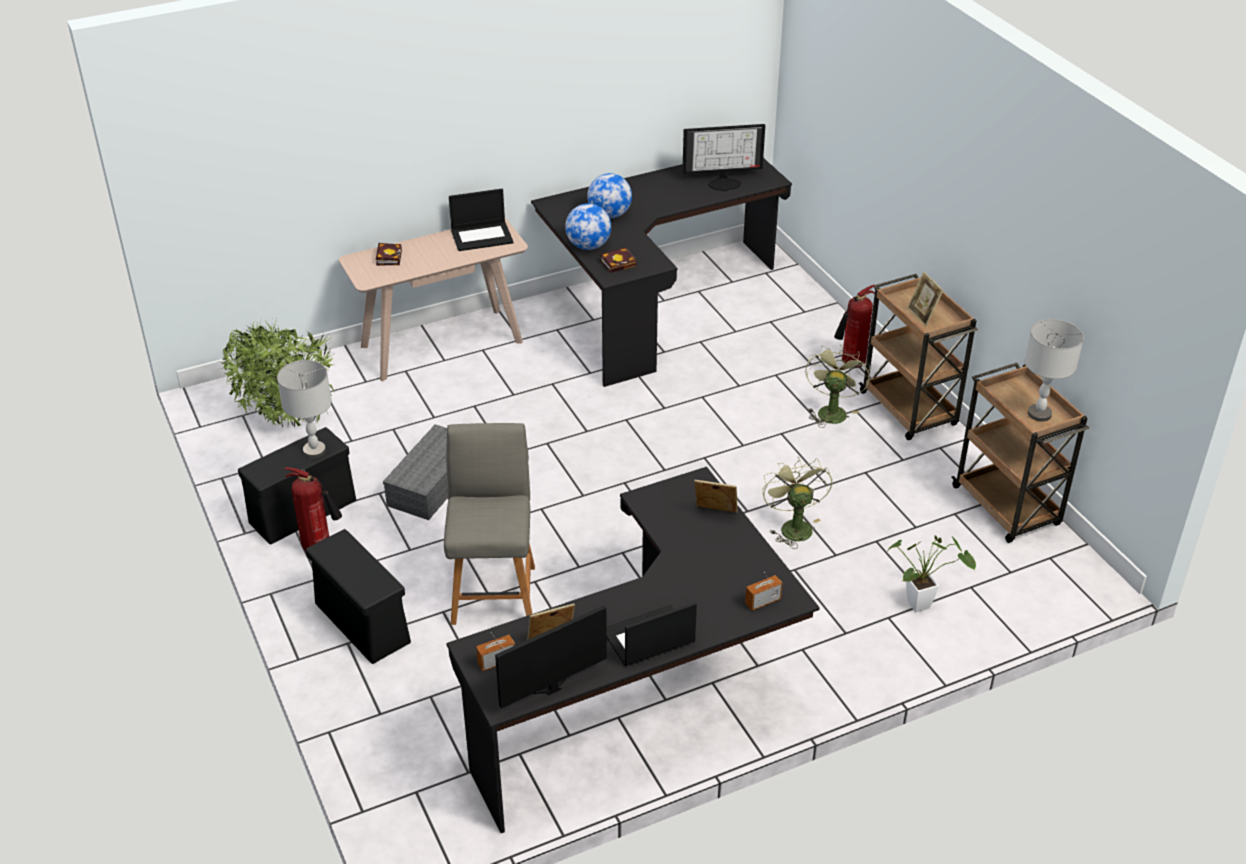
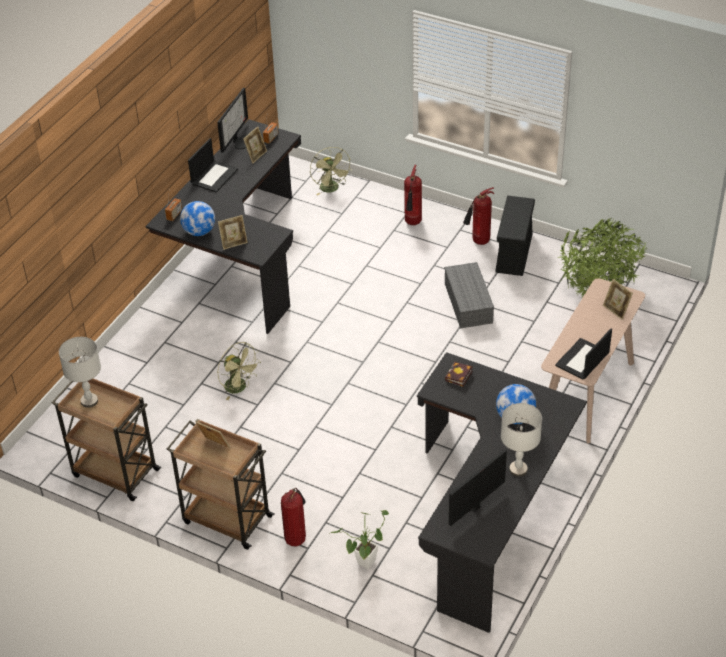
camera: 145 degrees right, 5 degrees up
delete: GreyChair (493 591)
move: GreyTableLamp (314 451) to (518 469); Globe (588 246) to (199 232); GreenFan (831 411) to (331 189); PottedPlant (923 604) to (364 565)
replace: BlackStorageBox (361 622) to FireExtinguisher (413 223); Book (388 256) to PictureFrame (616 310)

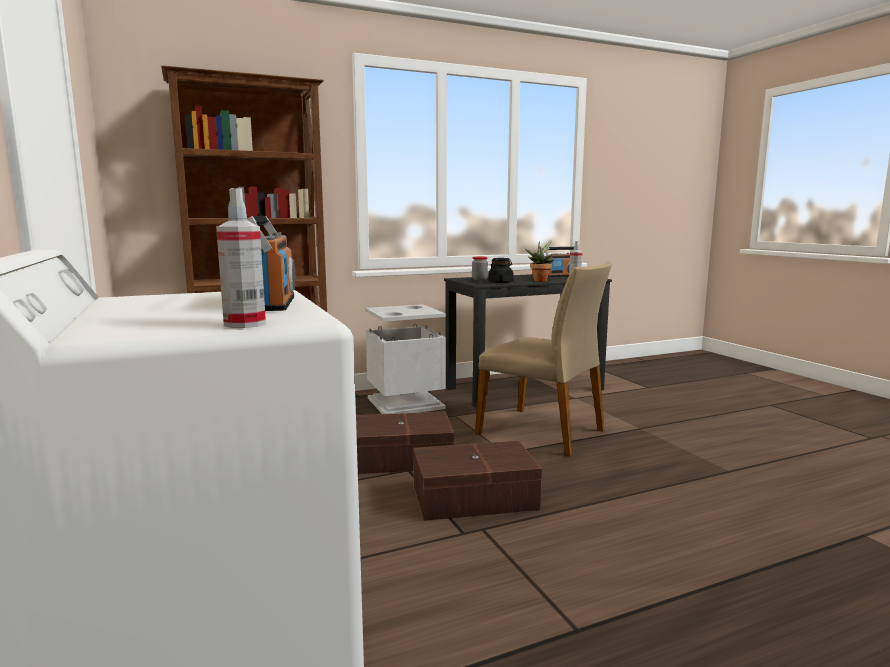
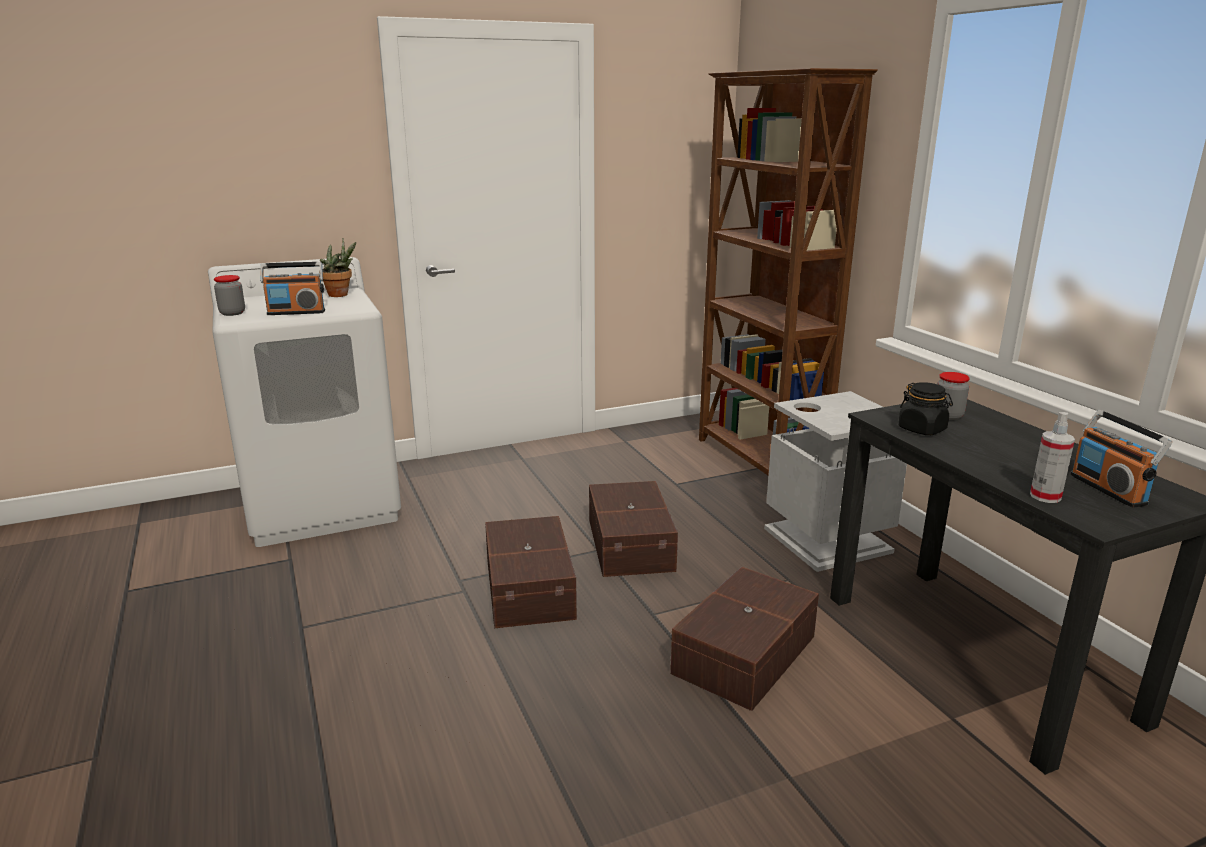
camera: 90 degrees right, 10 degrees up
move: PottedPlant (540 280) to (341 295)
replace: SprayBottle (245 324) to Jar (232 313); BeigeChair (542 431) to BrownStorageBox (741 654)

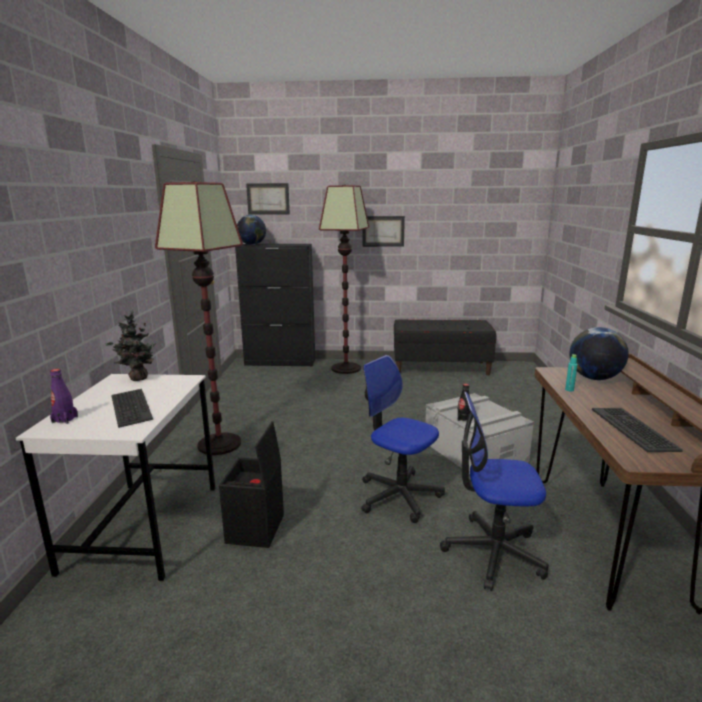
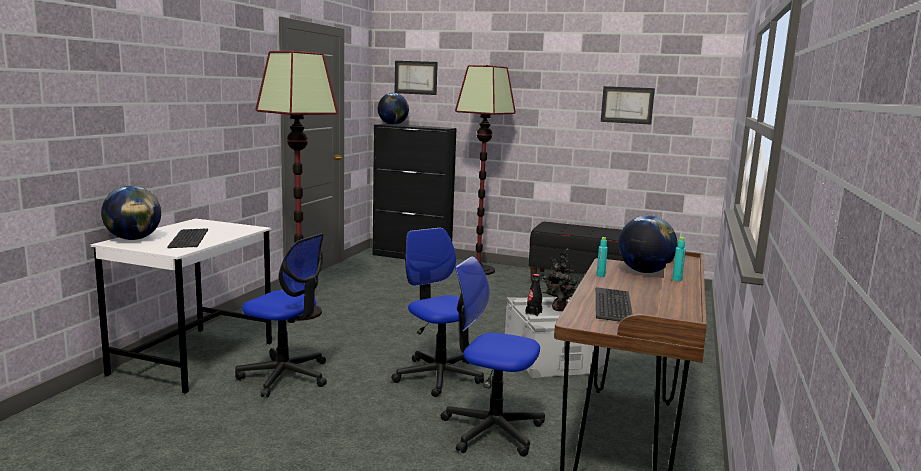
camera: 15 degrees right, 5 degrees down
insert: TurquoiseBottle (677 279)
move: PottedPlant (137 378) to (558 309); Picture (383 231) to (627 105)
replace: PurpleBottle (65 419) to Globe (133 239); BlackStorageBox (256 529) to OfficeChair (285 376)

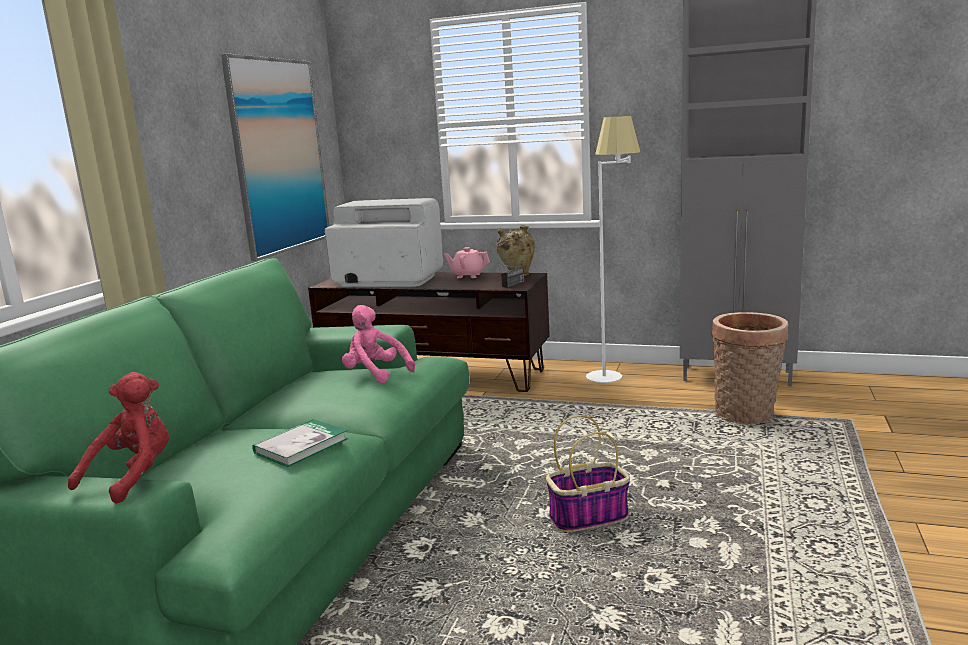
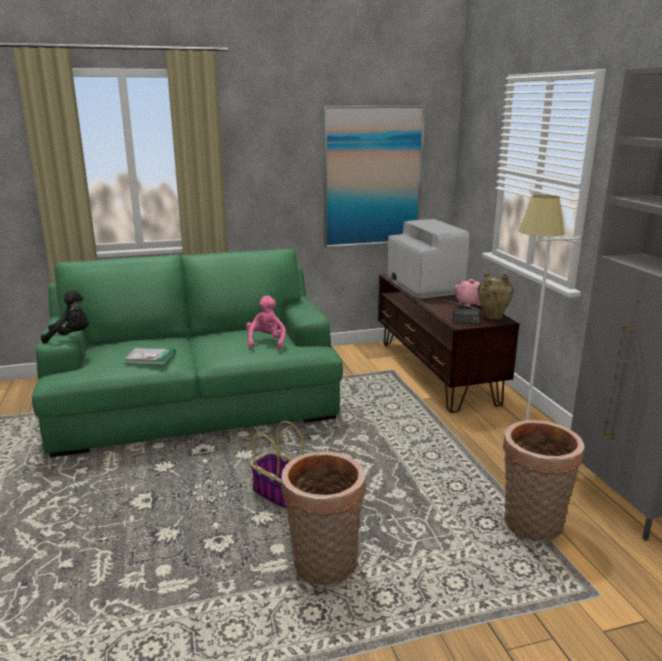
camera: 55 degrees right, 5 degrees up
insert: Basket (323 568)
recolor: RedPlushToy (134 476) to BlackPlushToy (70 336)

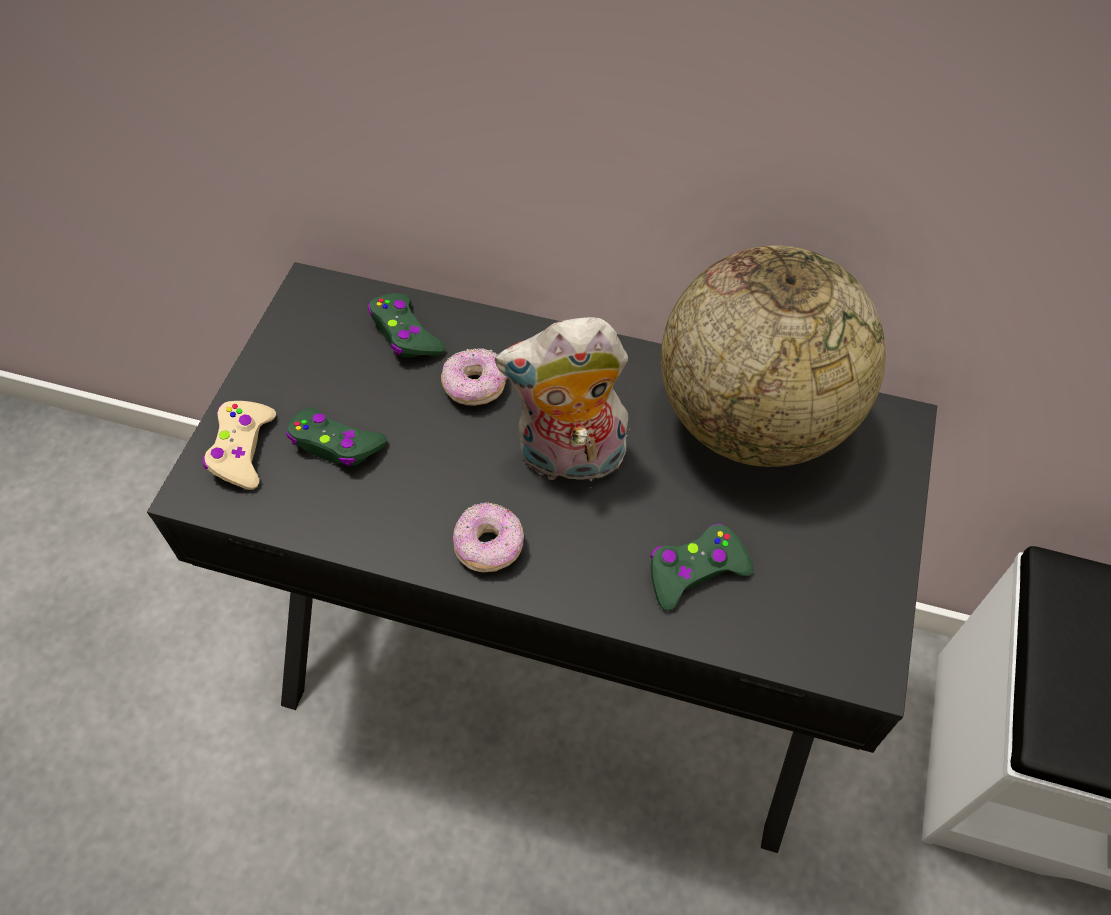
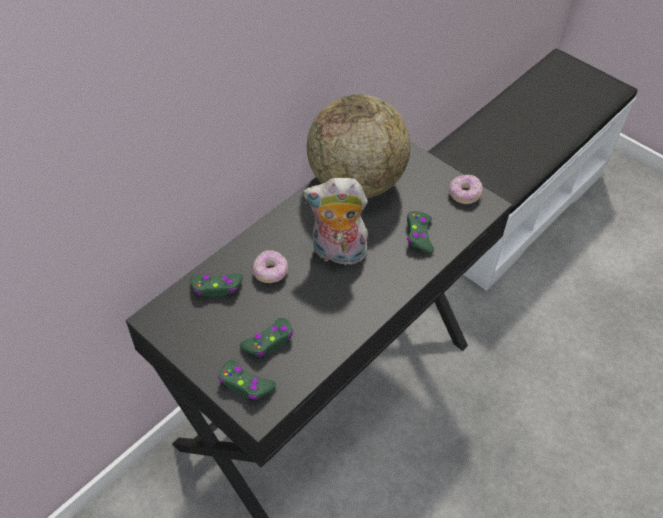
camera: 65 degrees left, 5 degrees down
move: Donut (489 546) to (464 194)
recolor: BeigeGameController (242 450) to GreenGameController (245 384)
rotate: PlushToy (569 460) = (337 253) 75 degrees clockwise

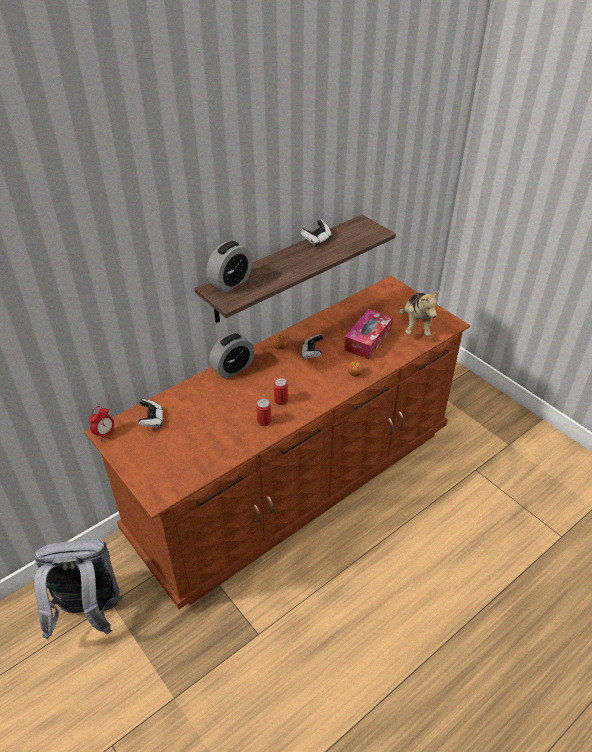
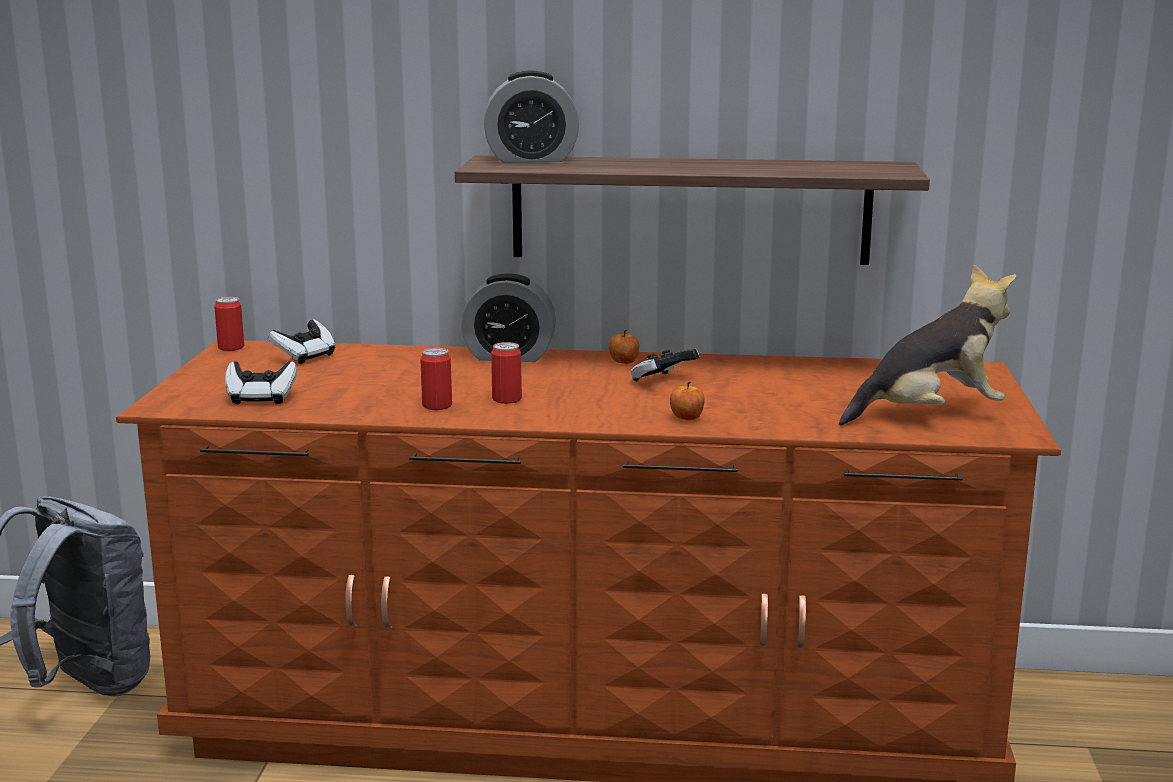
camera: 45 degrees right, 25 degrees down
delete: TissueBox (368 340)
move: GameController (316 240) to (261 398)
replace: AlarmClock (105 433) to Can (231 347)
rotate: PlushToy (416 325) = (930 415) 150 degrees counterclockwise

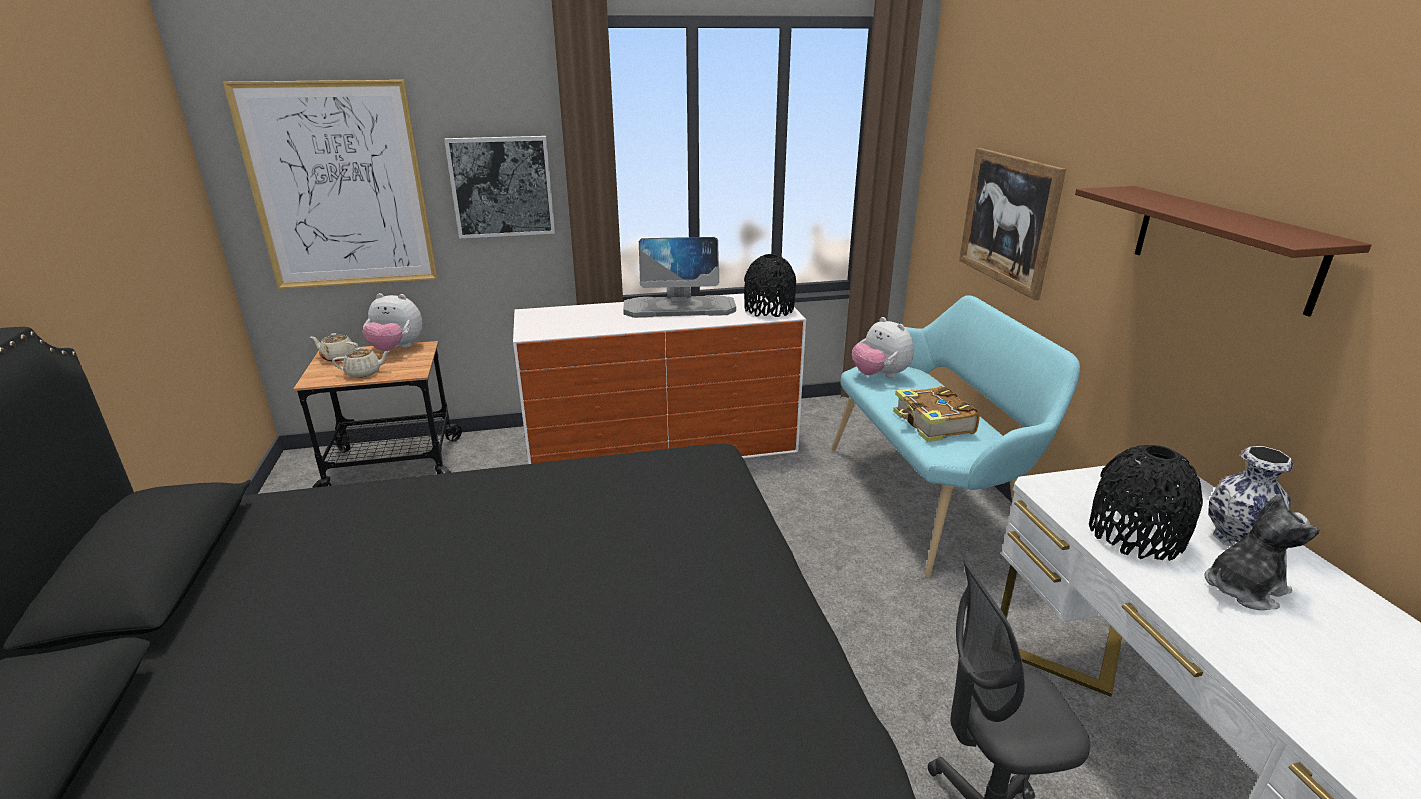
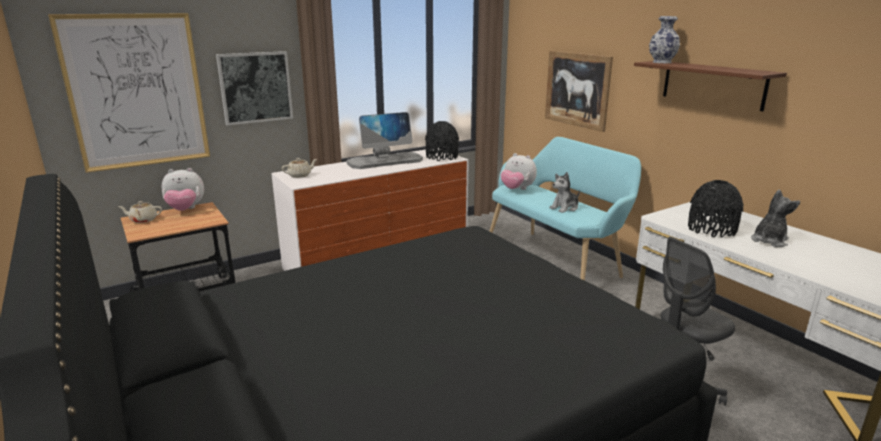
camera: 20 degrees left, 5 degrees down
move: BeigeTeapot (364 373) to (300 175); Vase (1235 538) to (661 62)
replace: Book (933 424) to PlushToy (565 208)

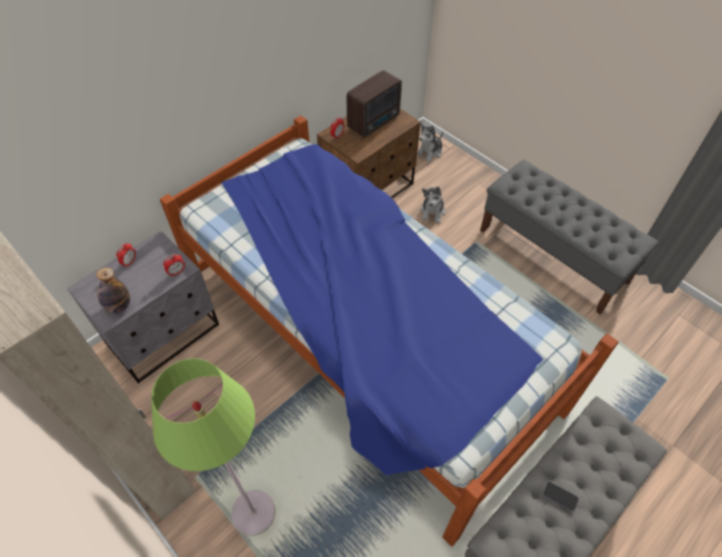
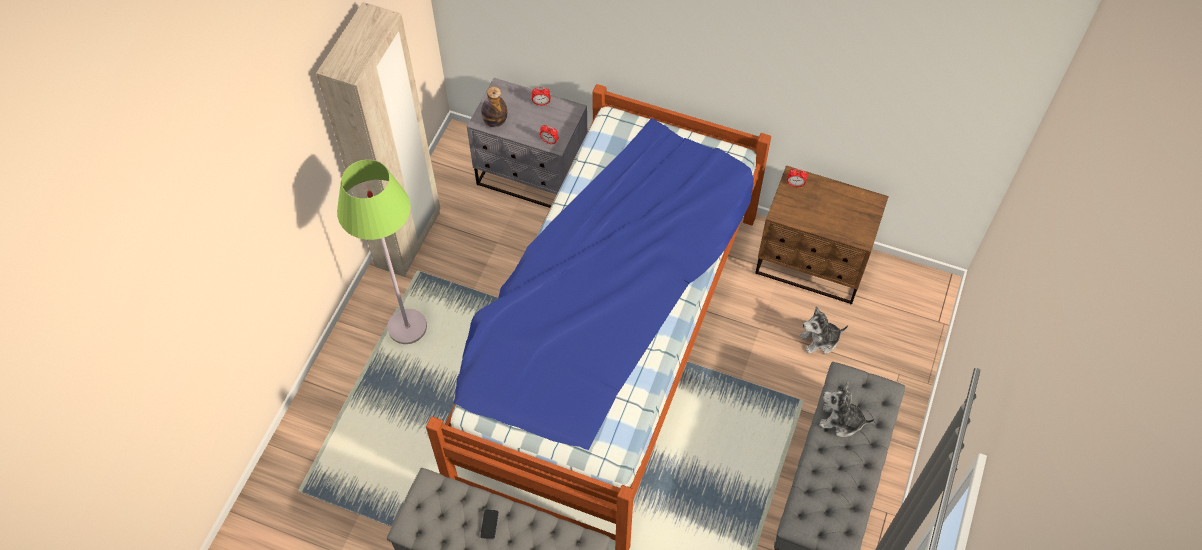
camera: 65 degrees right, 5 degrees up
delete: Radio (375 122)
move: PlushToy (430 152) to (841 421)

